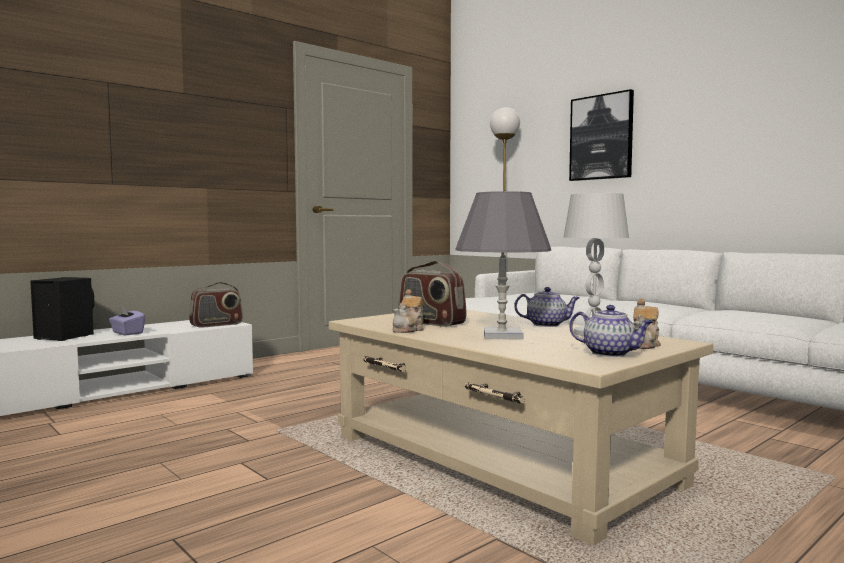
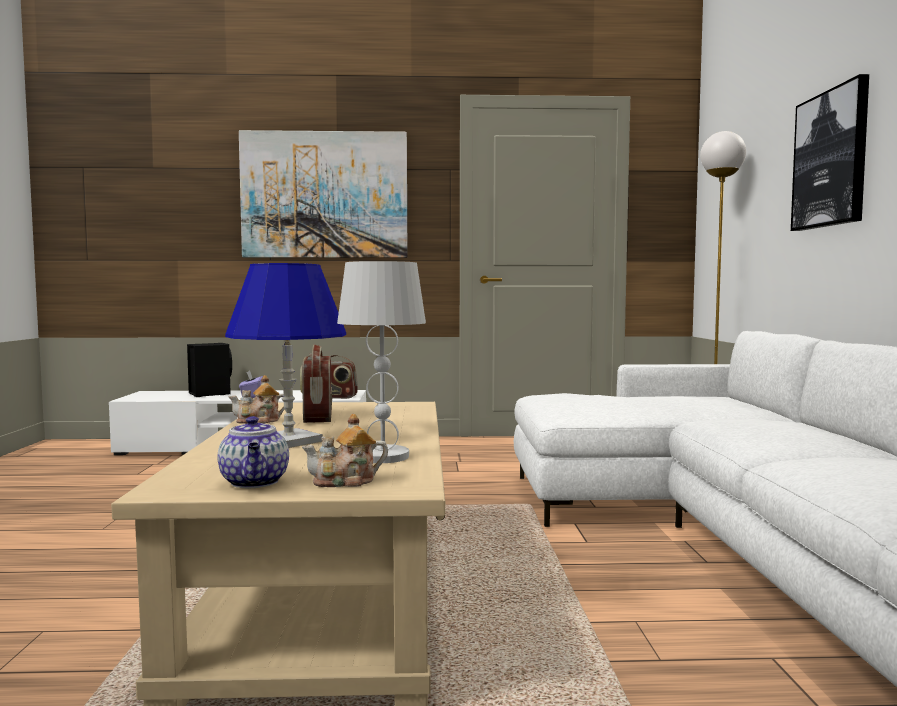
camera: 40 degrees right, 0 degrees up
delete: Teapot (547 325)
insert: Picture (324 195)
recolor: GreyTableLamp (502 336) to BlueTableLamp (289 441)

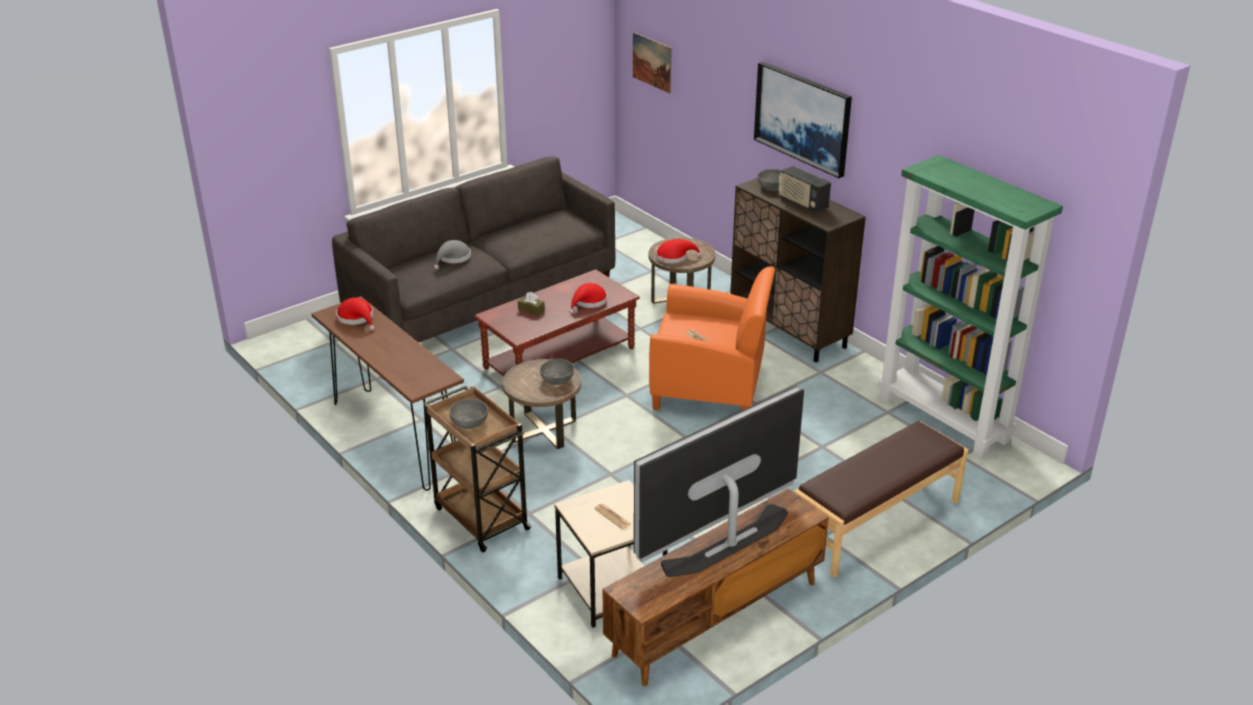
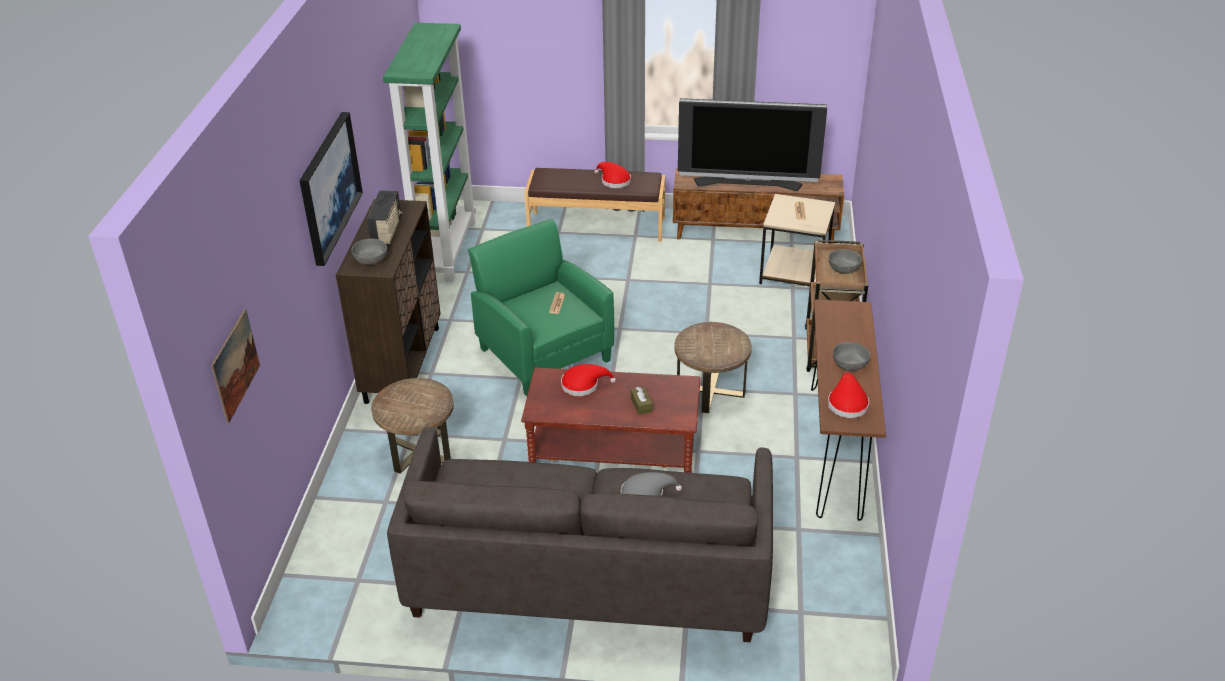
camera: 135 degrees left, 5 degrees up
move: GreyBowl (557 379) to (850 364); RedHat (674 257) to (613 181)
recolor: OrangeArmchair (709 388) to GreenArmchair (544 353)

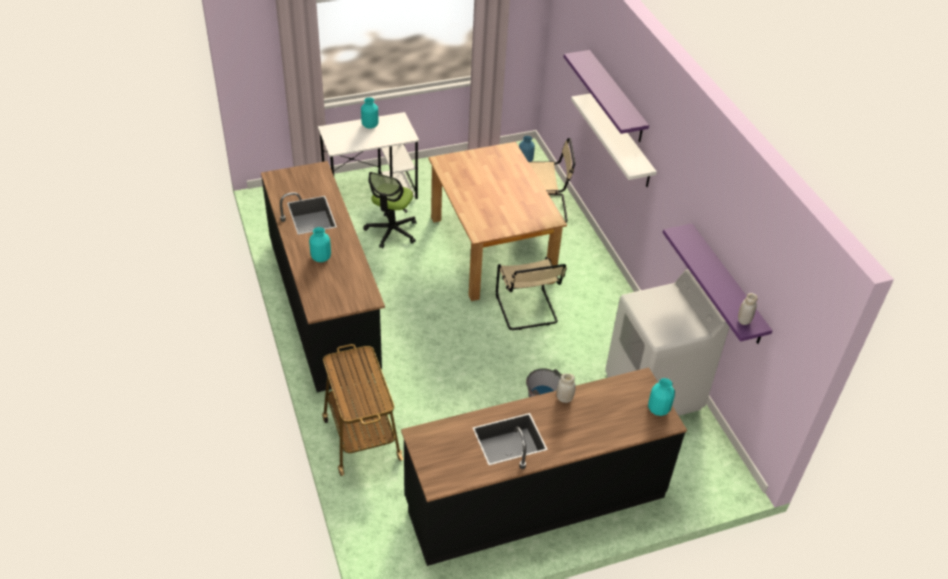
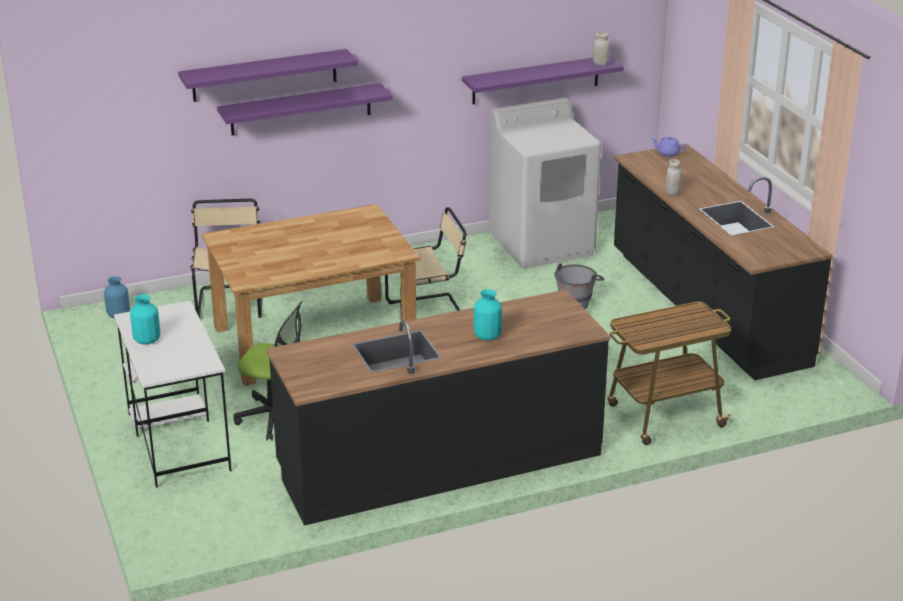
camera: 90 degrees left, 15 degrees down
replace: TurquoiseVase (658 409) to PurpleTeapot (667 153)
recolor: WhiteShelf (623 140) to PurpleShelf (301 109)

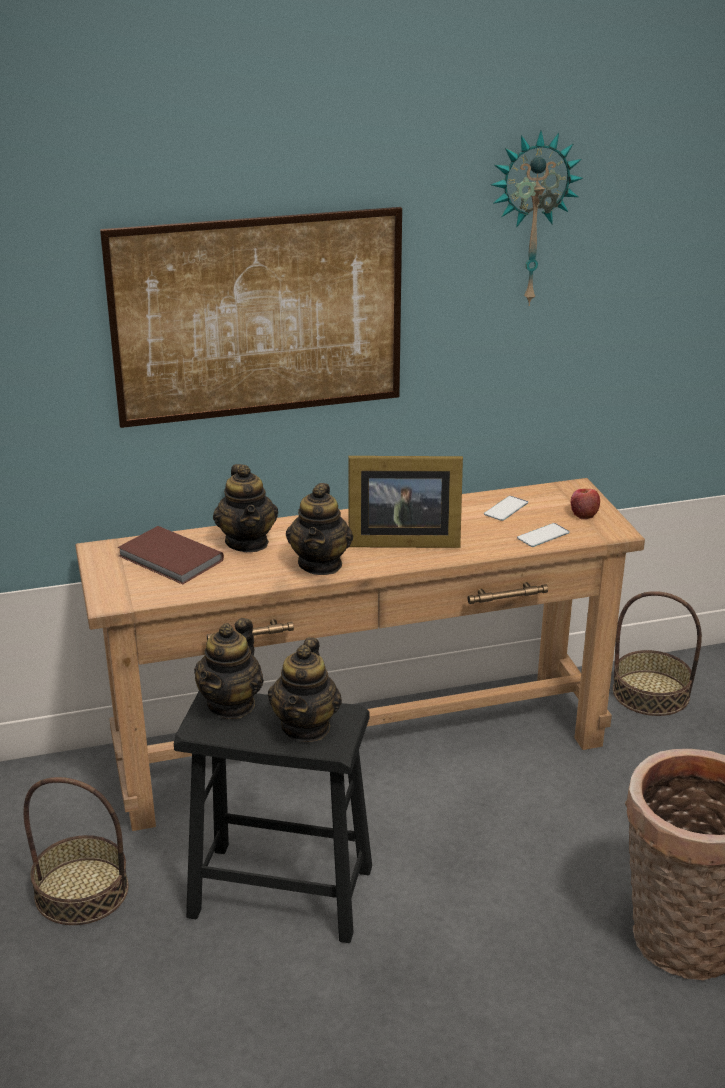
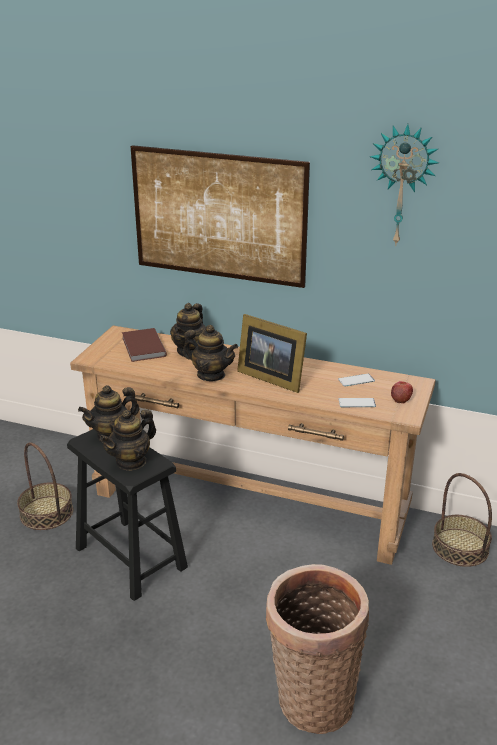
camera: 35 degrees right, 0 degrees up
rotate: Teapot (320 564) = (211 375) 105 degrees counterclockwise

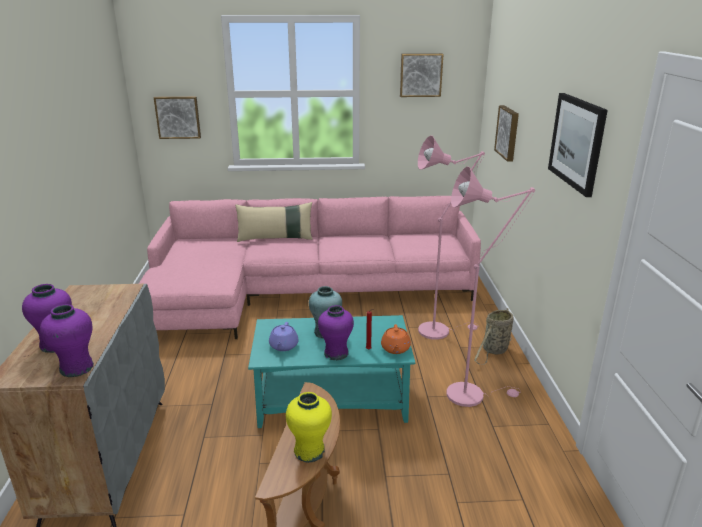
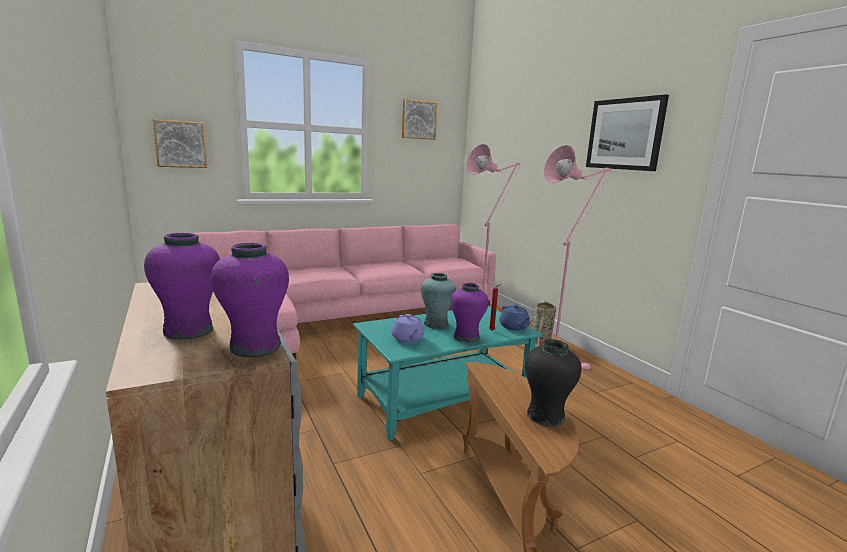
camera: 25 degrees left, 10 degrees down
delete: BeigePillow (275 238); Picture (508 132)
recolor: YellowVase (309 451) to BlackVase (545 416); OrangeTeapot (395 349) to BlueTeapot (514 327)

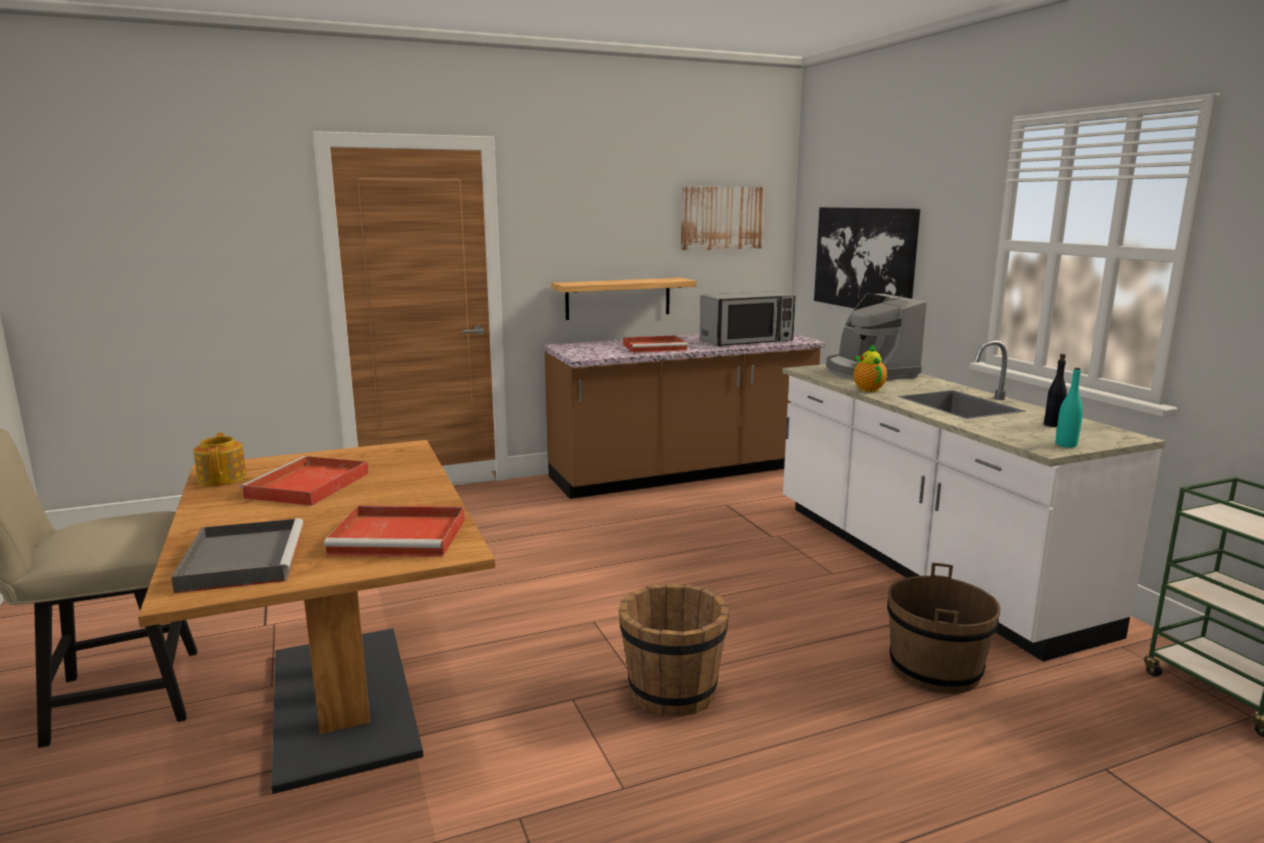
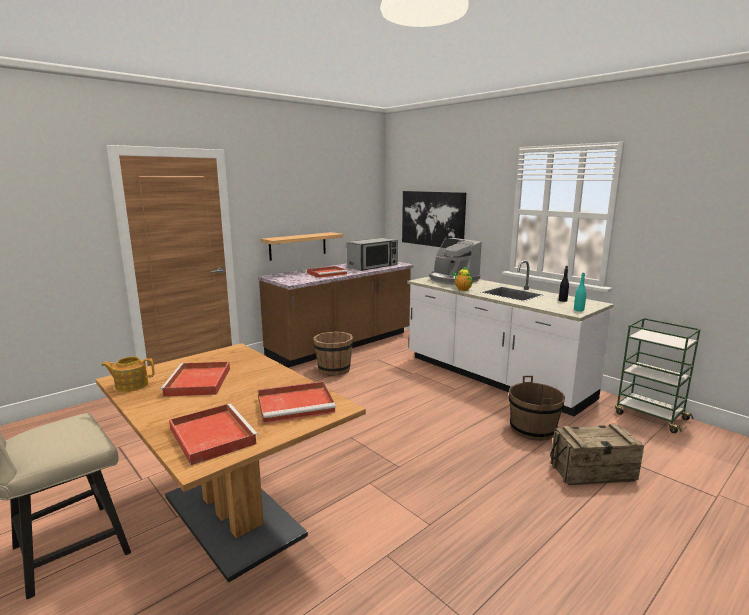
camera: 20 degrees left, 0 degrees up
delete: Picture (722 218)
insert: Crate (592 472)
move: BrownBucket (672 692) to (334 370)
recolor: GreyTray (242 559) to RedTray (211 435)
rotate: Teapot (223 478) = (131 385) 60 degrees counterclockwise

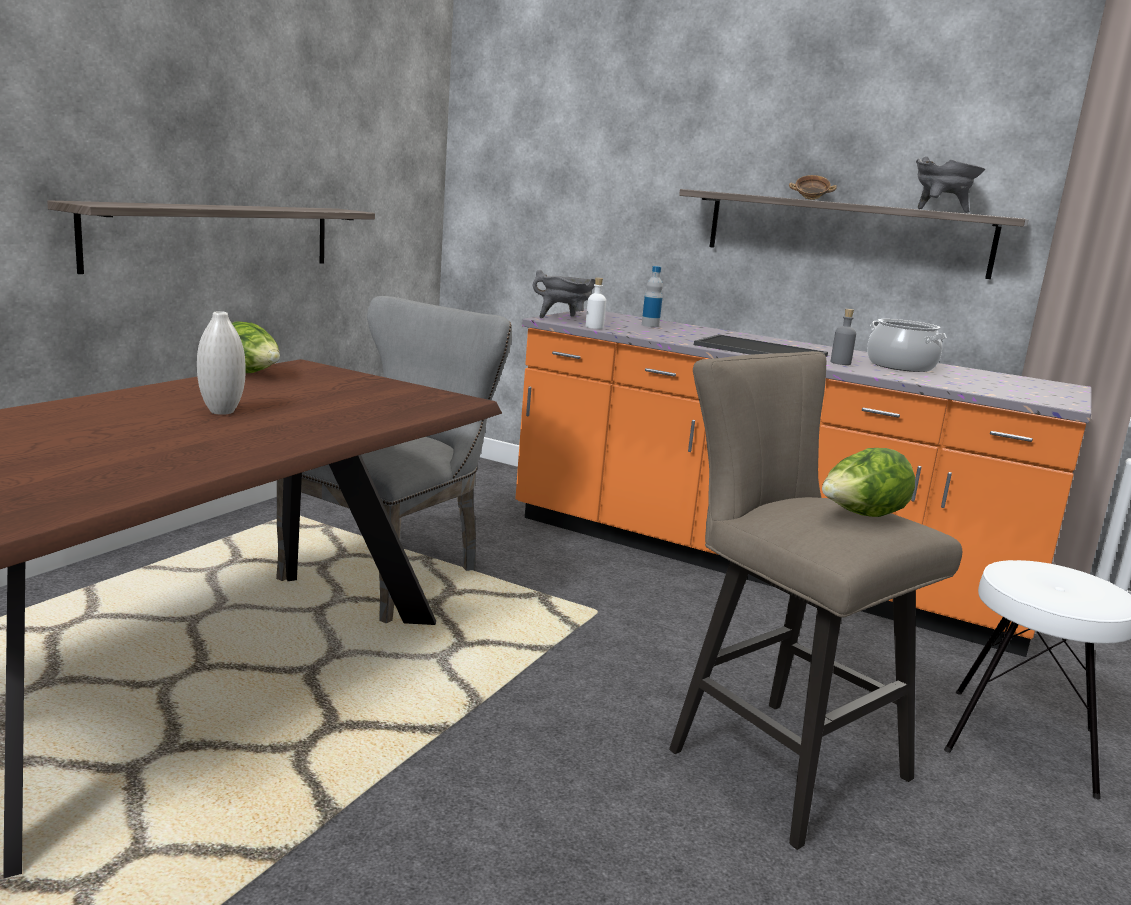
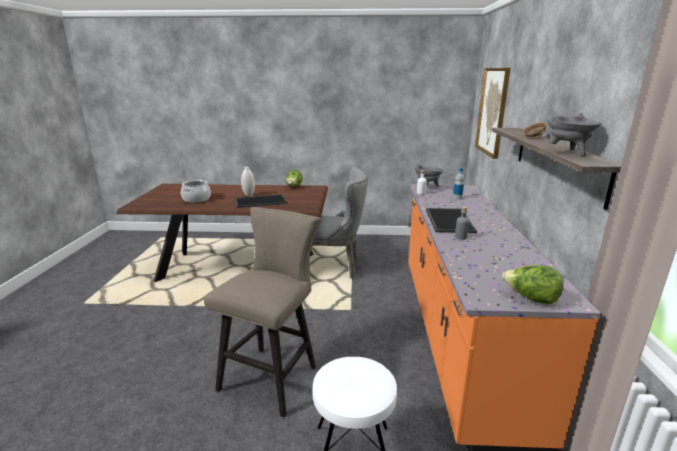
camera: 65 degrees right, 5 degrees up
delete: Shelf (216 236)
insert: Tray (261 201); Picture (492 111)
move: Lettuce (861 516) to (530 299); CookingPot (900 366) to (196 199)

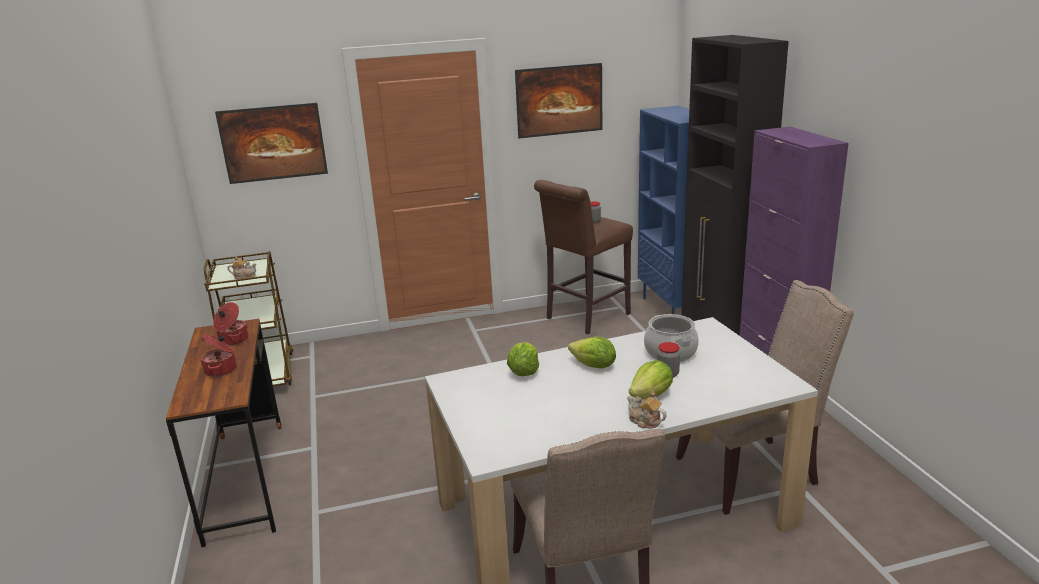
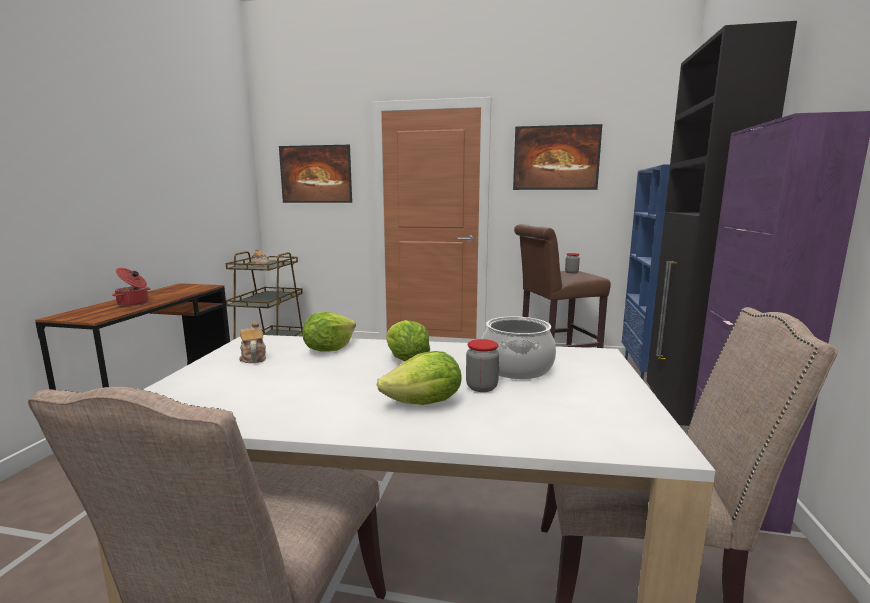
camera: 25 degrees right, 10 degrees down
delete: CookingPot (233 340)
move: Teapot (645 422) to (253 358)

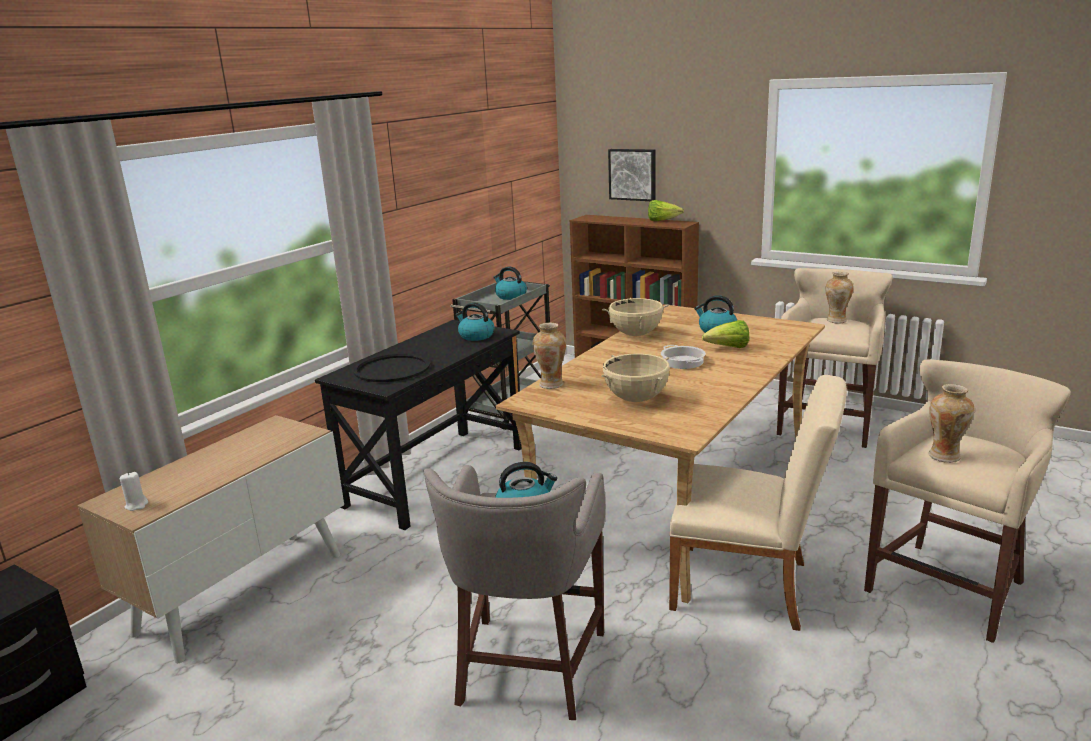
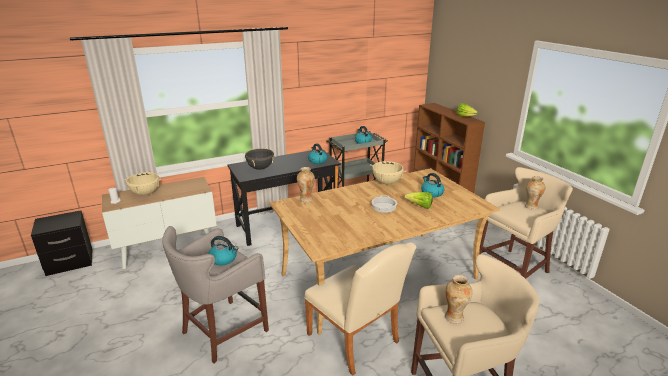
camera: 30 degrees right, 5 degrees up
delete: Picture (633 174)
move: BeigeCookingPot (636 399) to (145 193)
replace: BlackTray (392 369) to BlackCookingPot (260 168)

